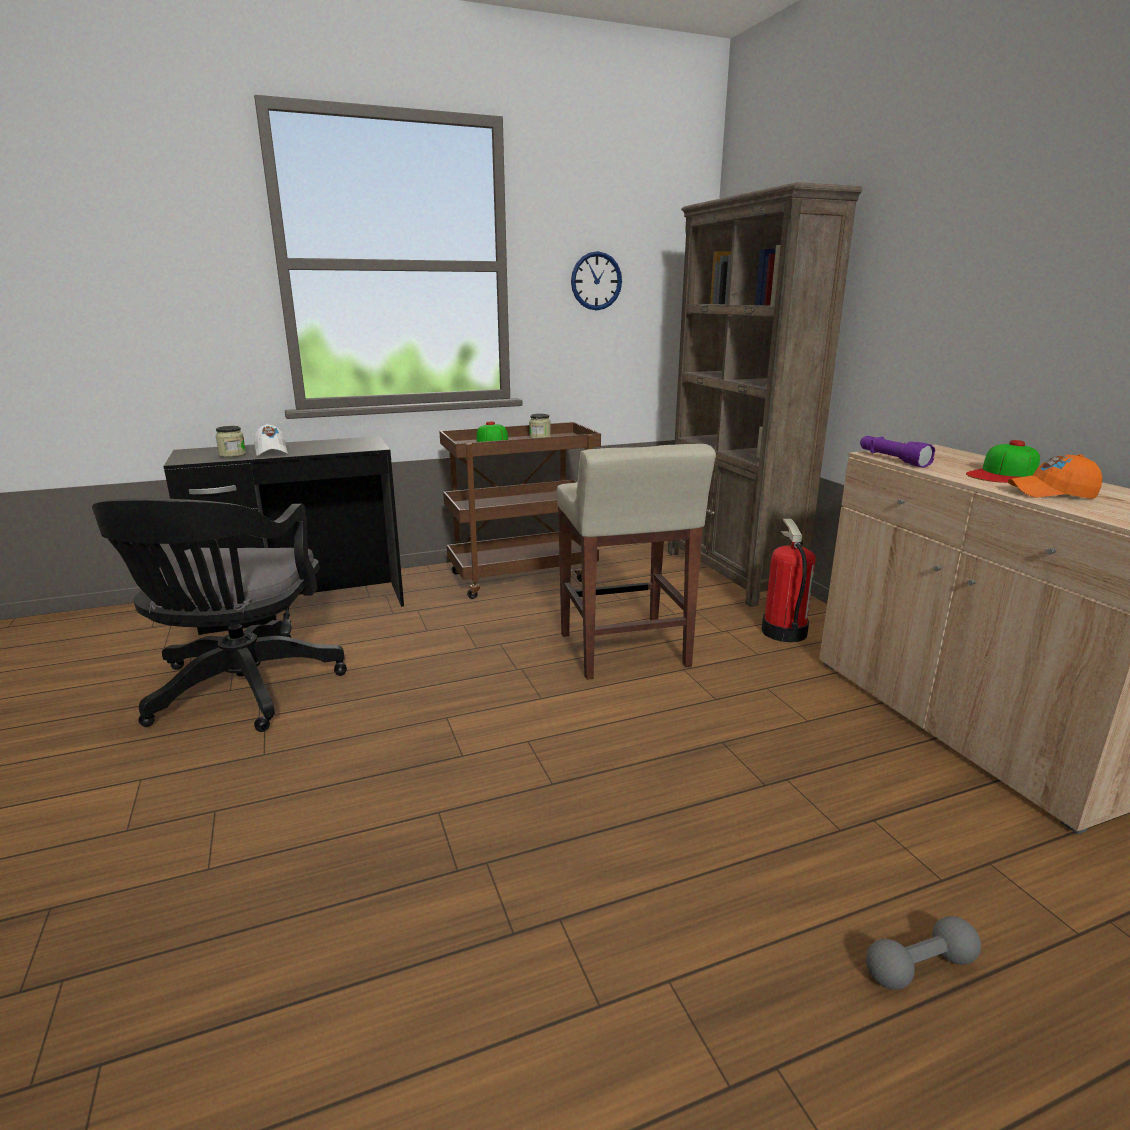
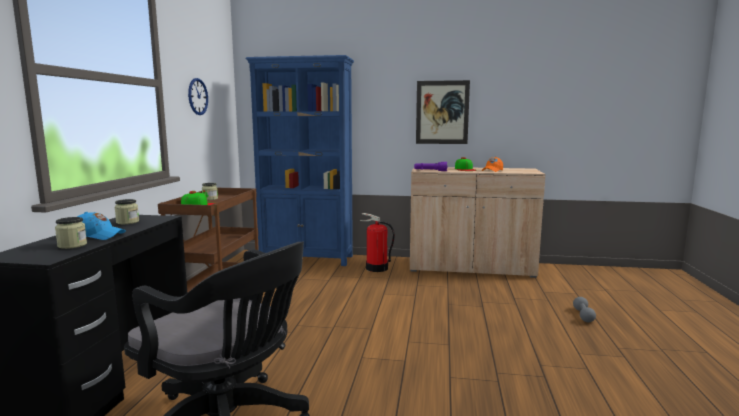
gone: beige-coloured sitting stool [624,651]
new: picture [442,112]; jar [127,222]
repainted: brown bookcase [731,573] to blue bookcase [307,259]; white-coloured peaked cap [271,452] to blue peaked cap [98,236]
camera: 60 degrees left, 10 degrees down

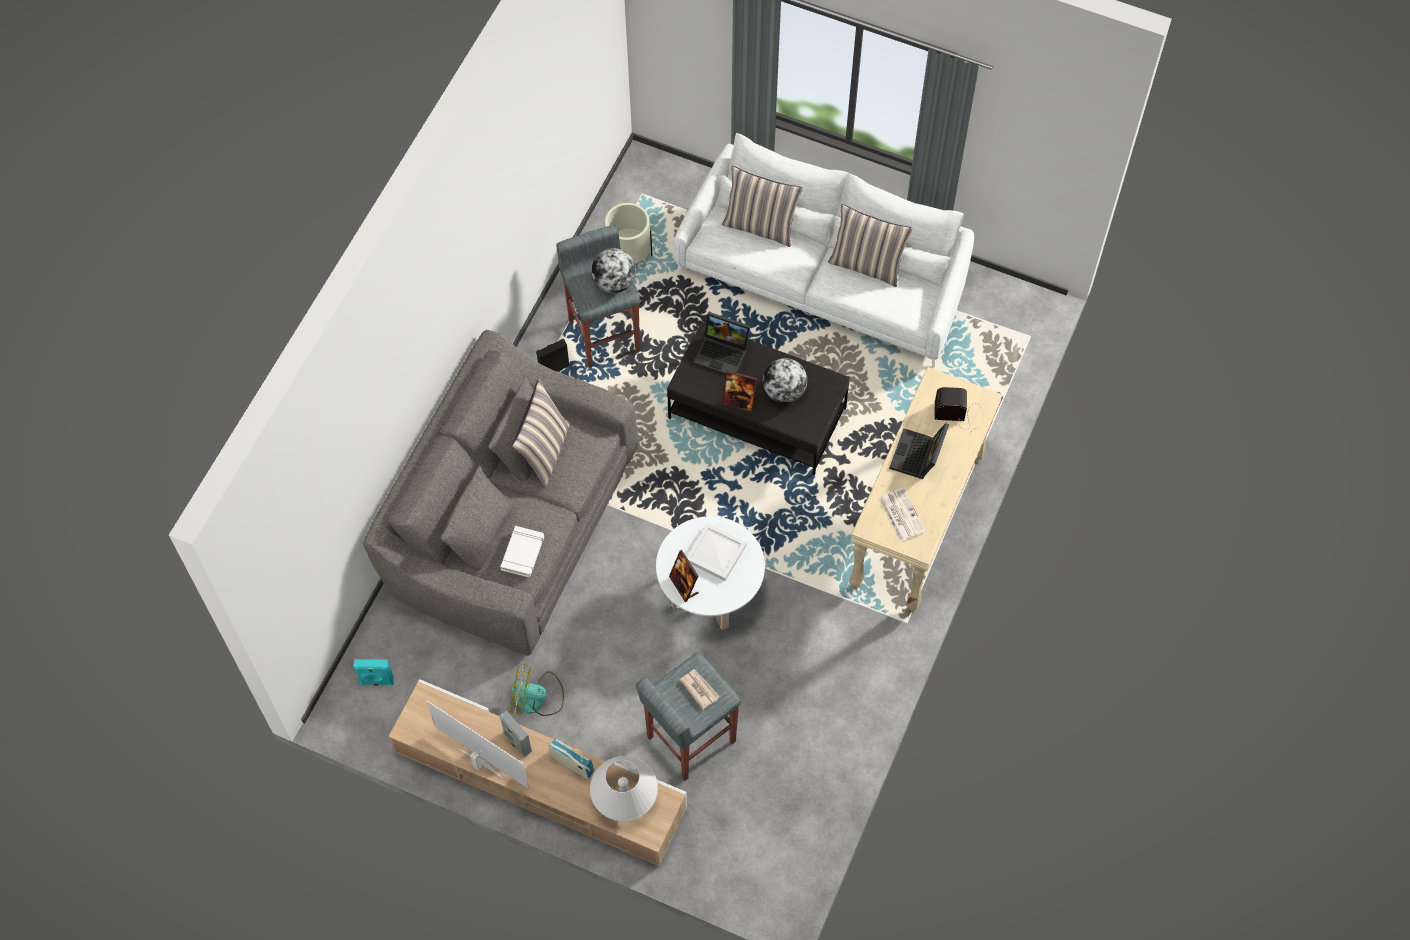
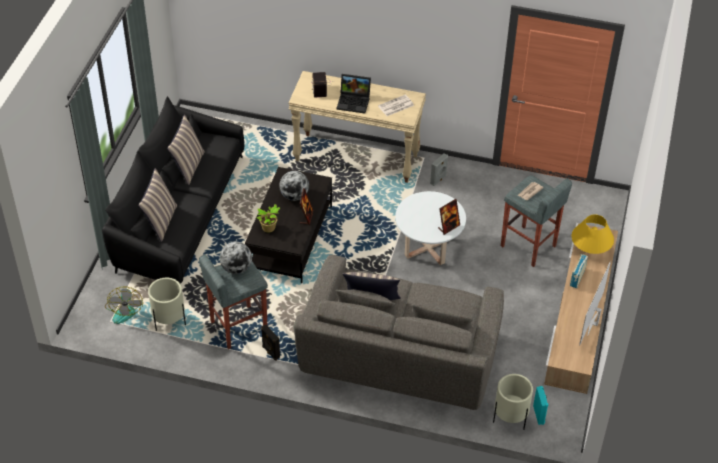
gone: white-coloured tray [717,553]; white-coloured bound book [523,553]
new: beige-coloured planter [510,418]
shifted: fan [536,698] to [124,310]; grey loudspeaker [517,743] to [438,180]
swapped: laptop [723,353] to houseplant [269,228]
repainted: white-coloured settee [823,279] to black-coloured settee [178,215]; white-coloured table lamp [624,797] to yellow table lamp [590,250]
camera: 100 degrees left, 15 degrees down

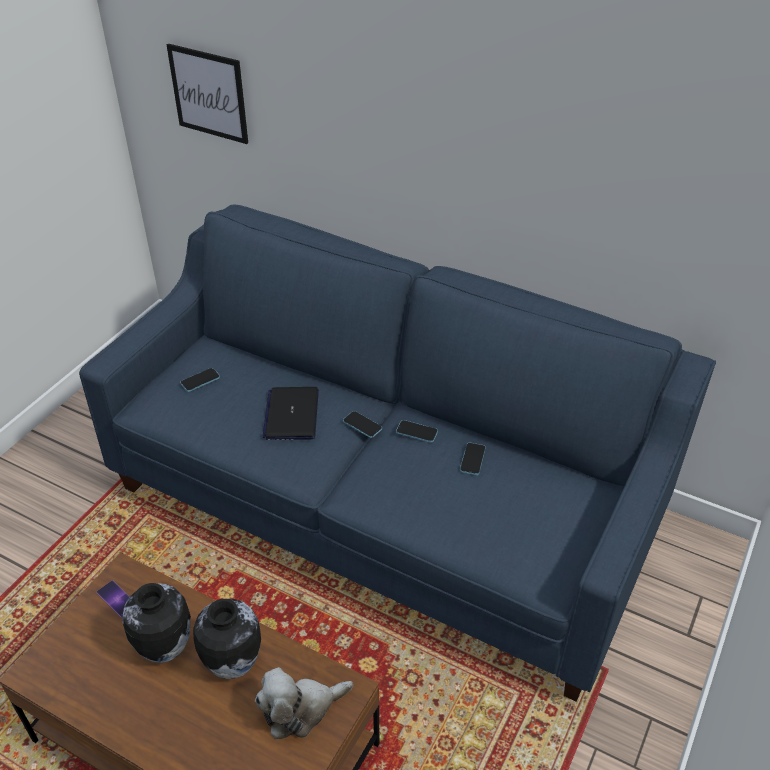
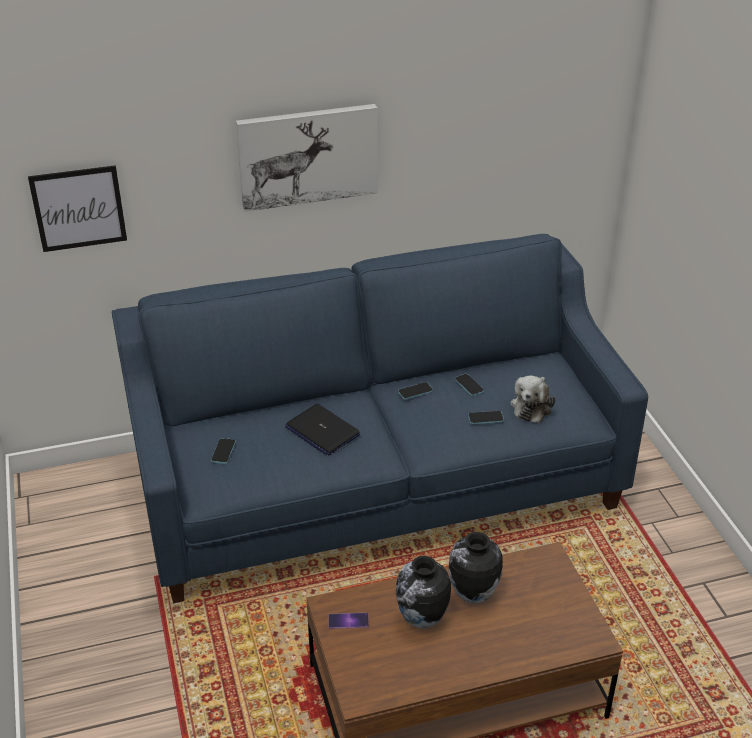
new: picture [307,156]
shifted: handset [362,425] to [485,418]; soft toy [300,709] to [532,406]
camera: 45 degrees left, 5 degrees down

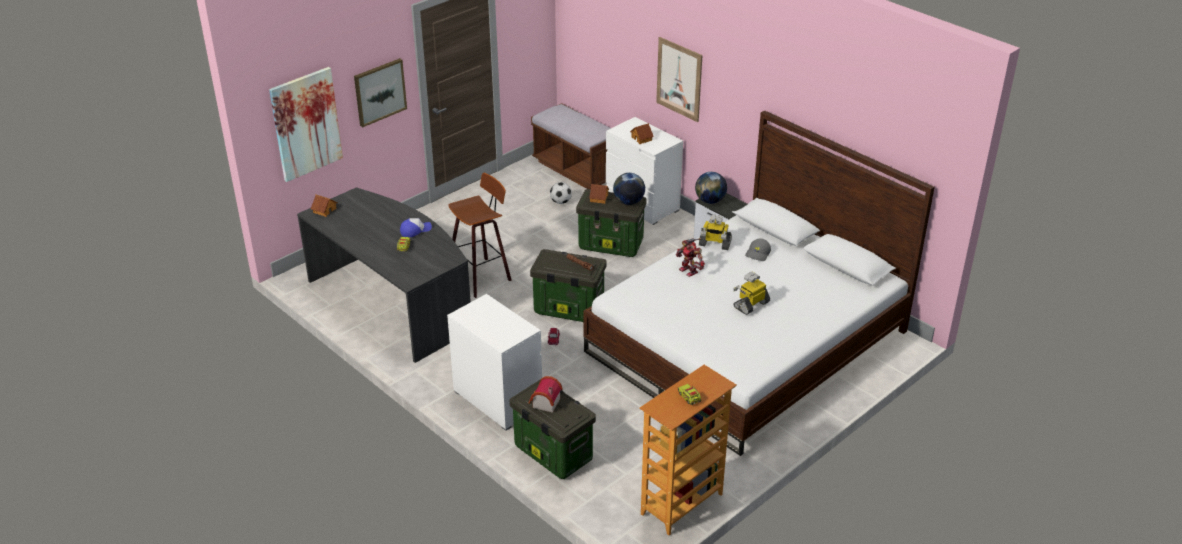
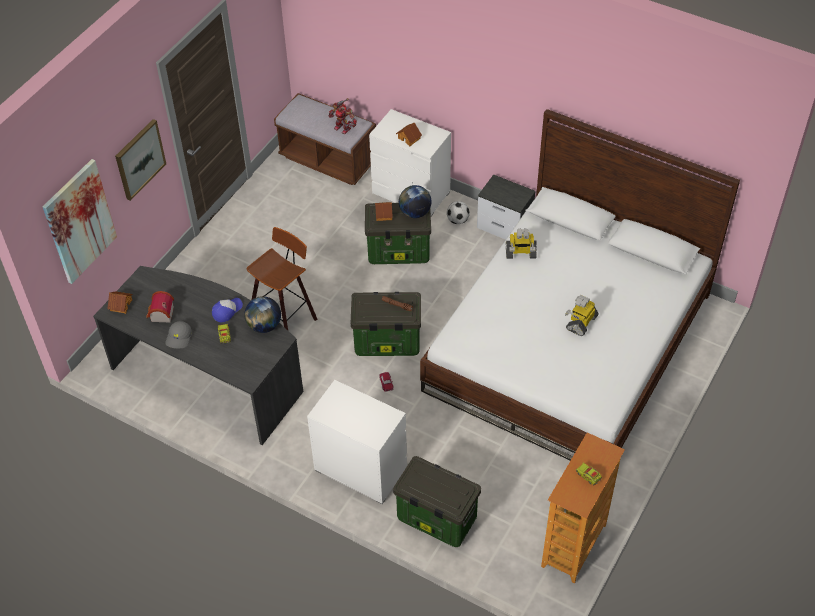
gone: picture [679,79]
shifted: world globe [710,201] to [264,326]; football [561,202] to [458,220]; toy robot [689,270] to [343,127]; grey peaked cap [758,254] to [179,338]; miniature house [544,403] to [160,315]
camera: 15 degrees left, 15 degrees up

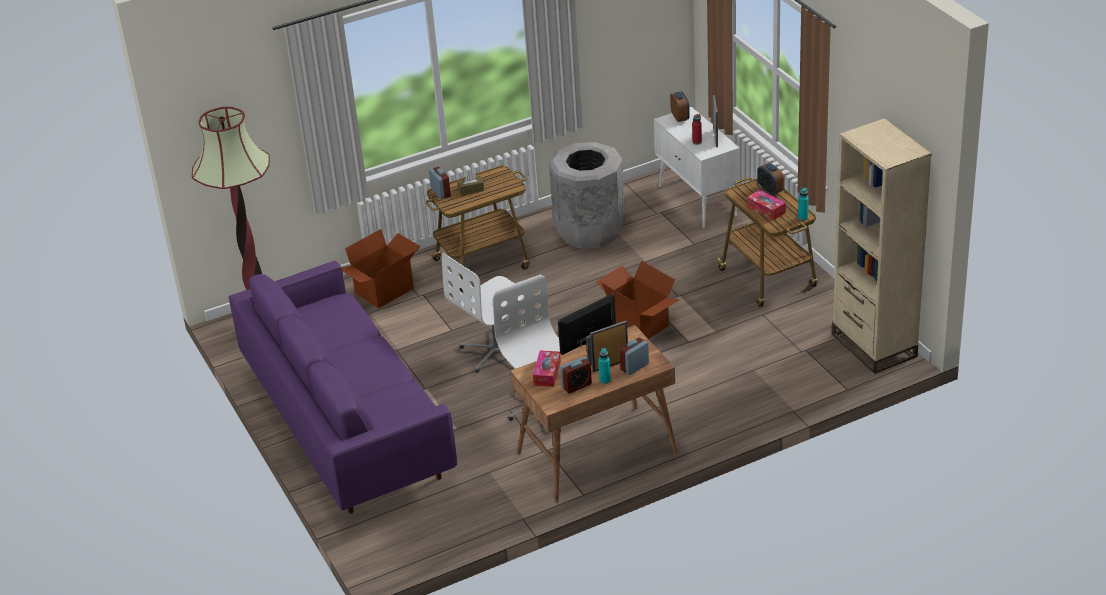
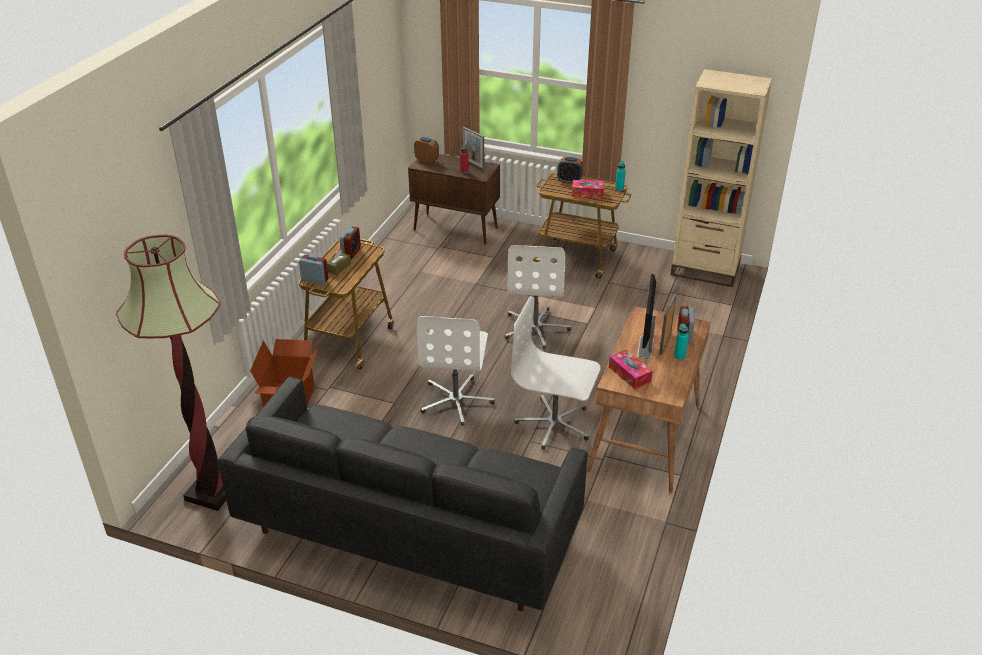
gone: grey trash can [589,231]
shifted: bedside clock [576,386] to [351,252]
swapped: cardboard box [639,324] to white-coloured desk chair [536,328]
repainted: white-coloured storage cabinet [698,201] to brown storage cabinet [456,229]; purple settee [348,424] to black-coloured settee [409,531]
camera: 45 degrees left, 0 degrees up

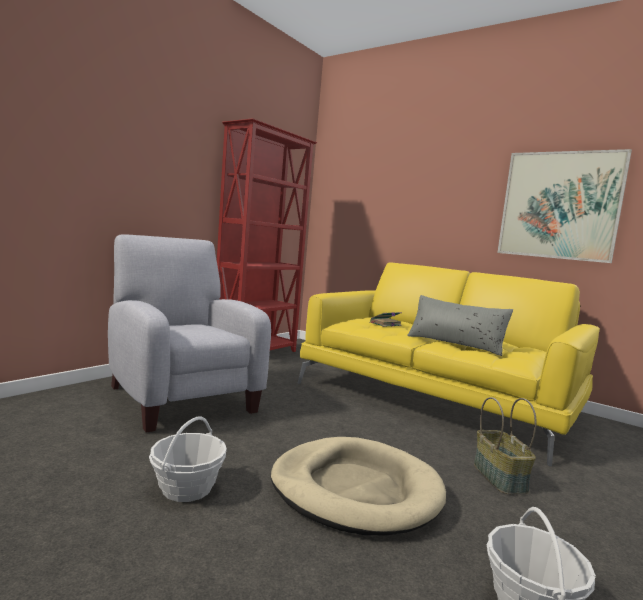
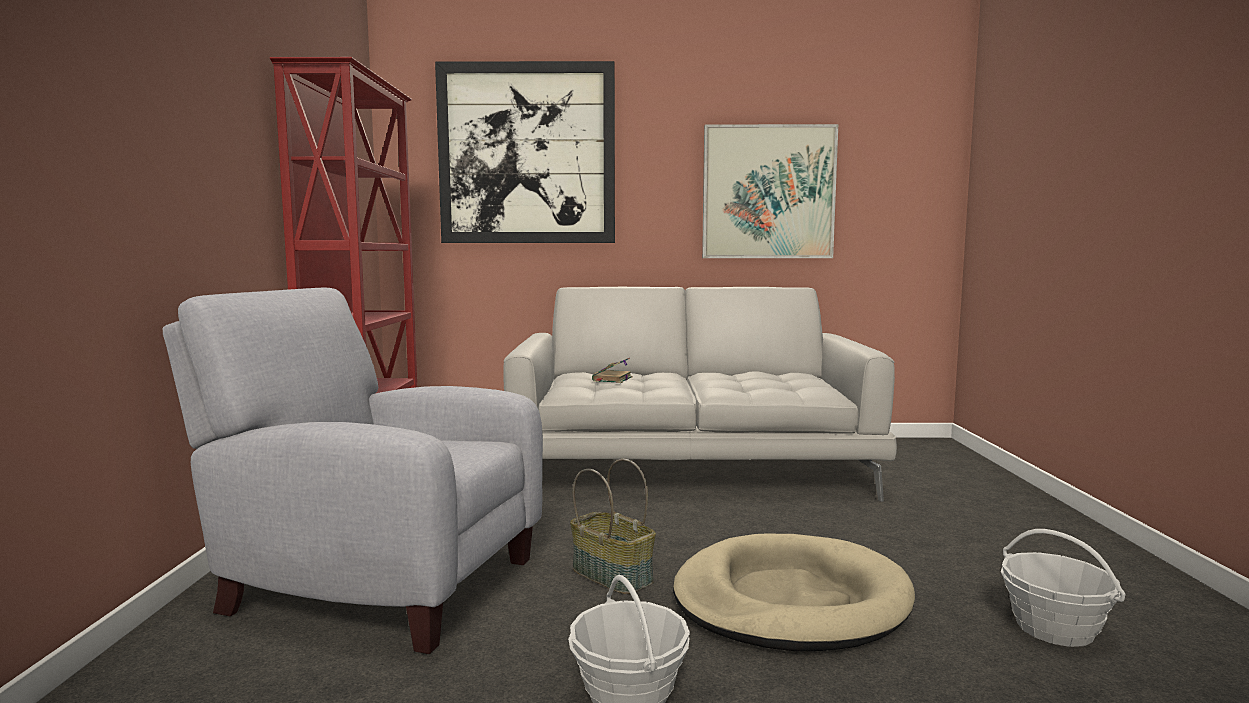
gone: grey pillow [455,343]
new: picture [527,154]
shifted: basket [500,478] to [613,575]
repainted: yellow settee [438,399] to grey settee [689,466]
camera: 35 degrees left, 0 degrees up

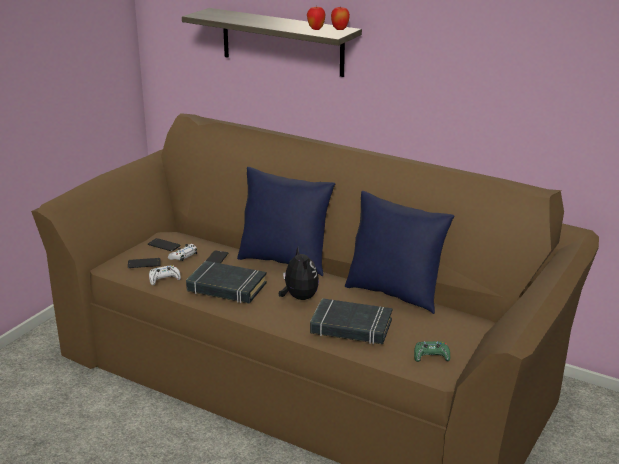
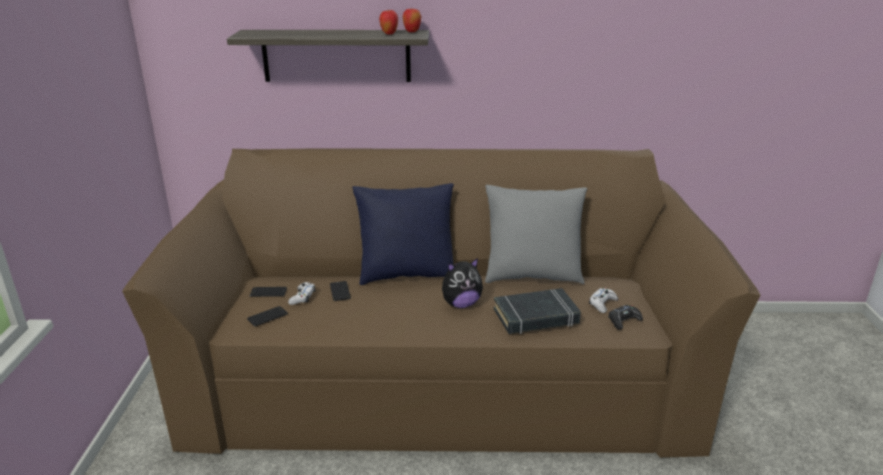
gone: black-coloured bound book [226,287]
shifted: white-coloured joypad [164,279] to [602,304]
repainted: blue pillow [394,293] to grey pillow [532,276]; green joypad [431,356] to black-coloured joypad [624,321]
rotated: soft toy [299,297] = [461,304] 120 degrees clockwise
camera: 30 degrees left, 0 degrees up

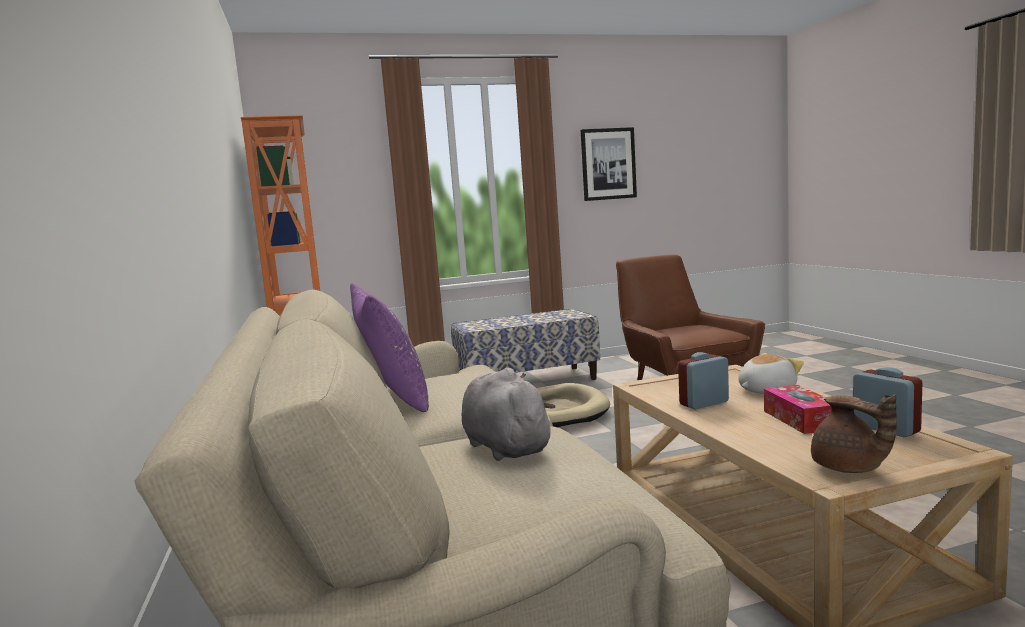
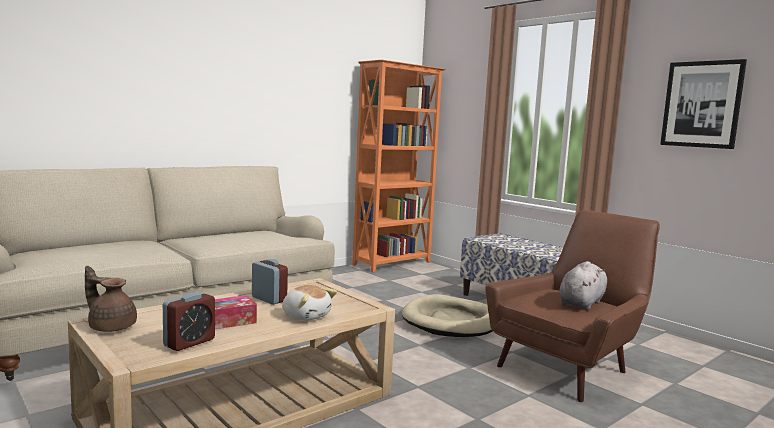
gone: purple pillow [393,398]
shifted: grey soft toy [504,446] to [582,303]
rotated: brown tea pot [848,468] = [111,327] 75 degrees clockwise
camera: 65 degrees right, 0 degrees up

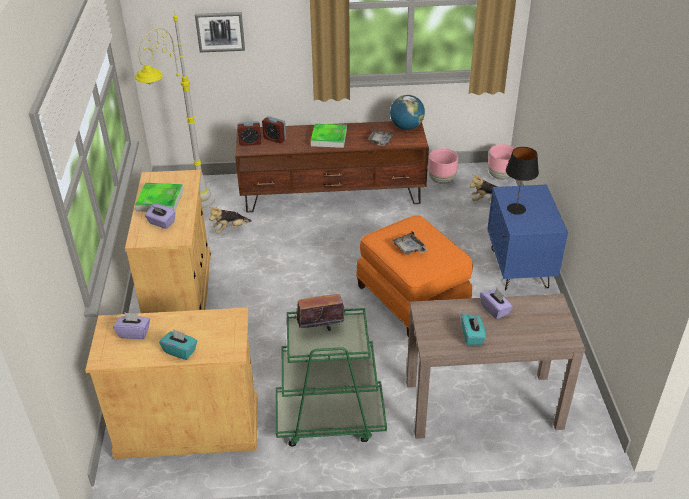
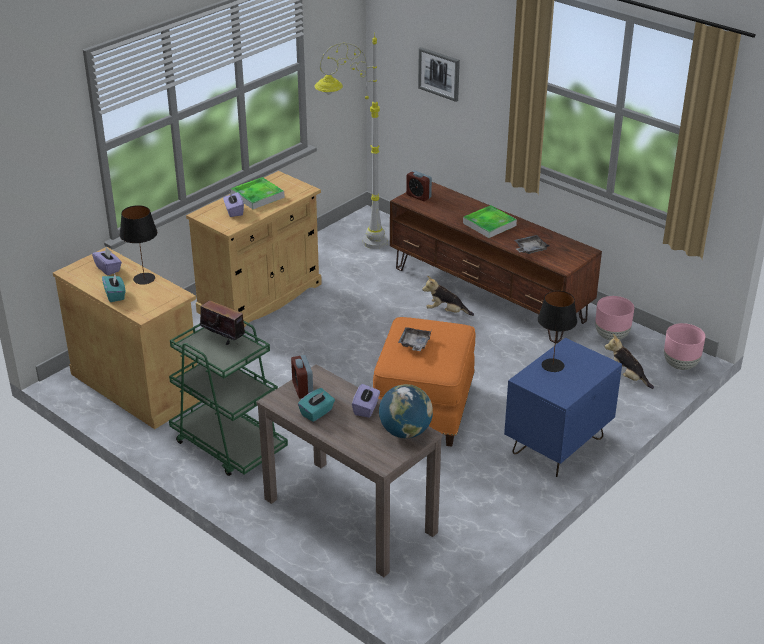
new: black-coloured table lamp [144,278]
shifted: world globe [406,127] to [405,432]; bedside clock [274,139] to [302,389]; soft toy [230,229] to [446,312]
camera: 45 degrees right, 5 degrees down

